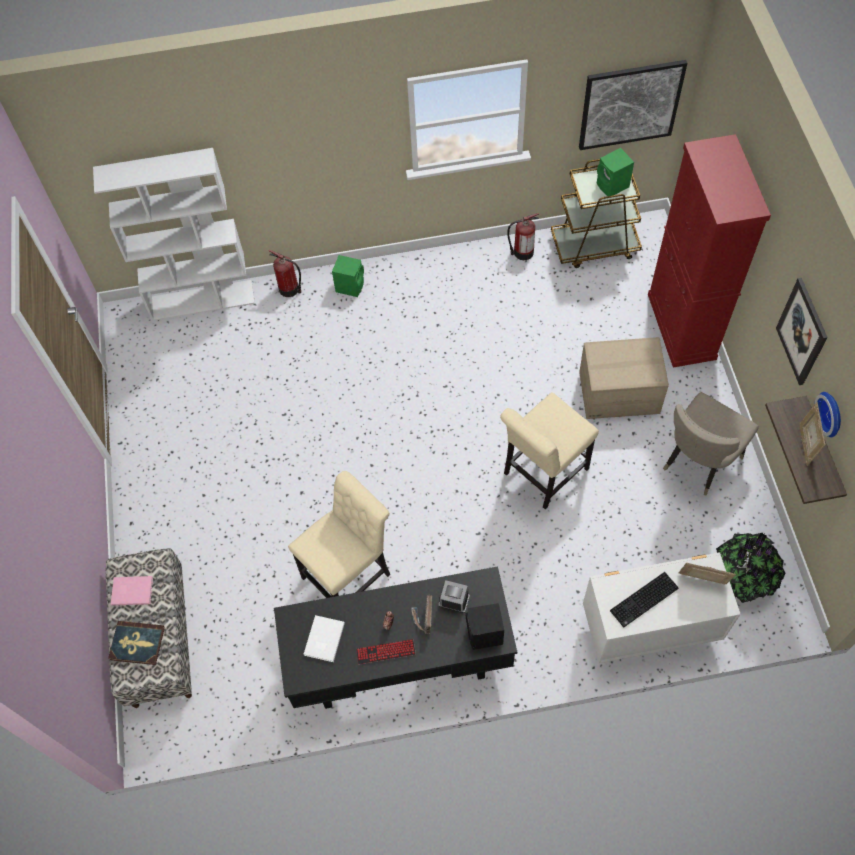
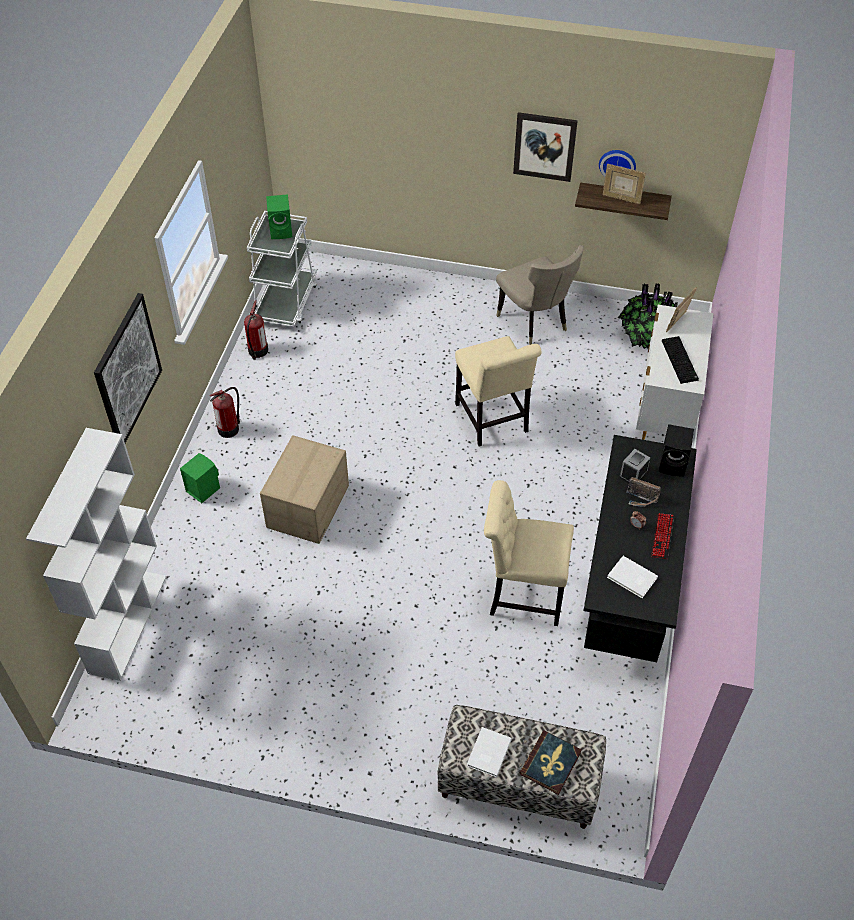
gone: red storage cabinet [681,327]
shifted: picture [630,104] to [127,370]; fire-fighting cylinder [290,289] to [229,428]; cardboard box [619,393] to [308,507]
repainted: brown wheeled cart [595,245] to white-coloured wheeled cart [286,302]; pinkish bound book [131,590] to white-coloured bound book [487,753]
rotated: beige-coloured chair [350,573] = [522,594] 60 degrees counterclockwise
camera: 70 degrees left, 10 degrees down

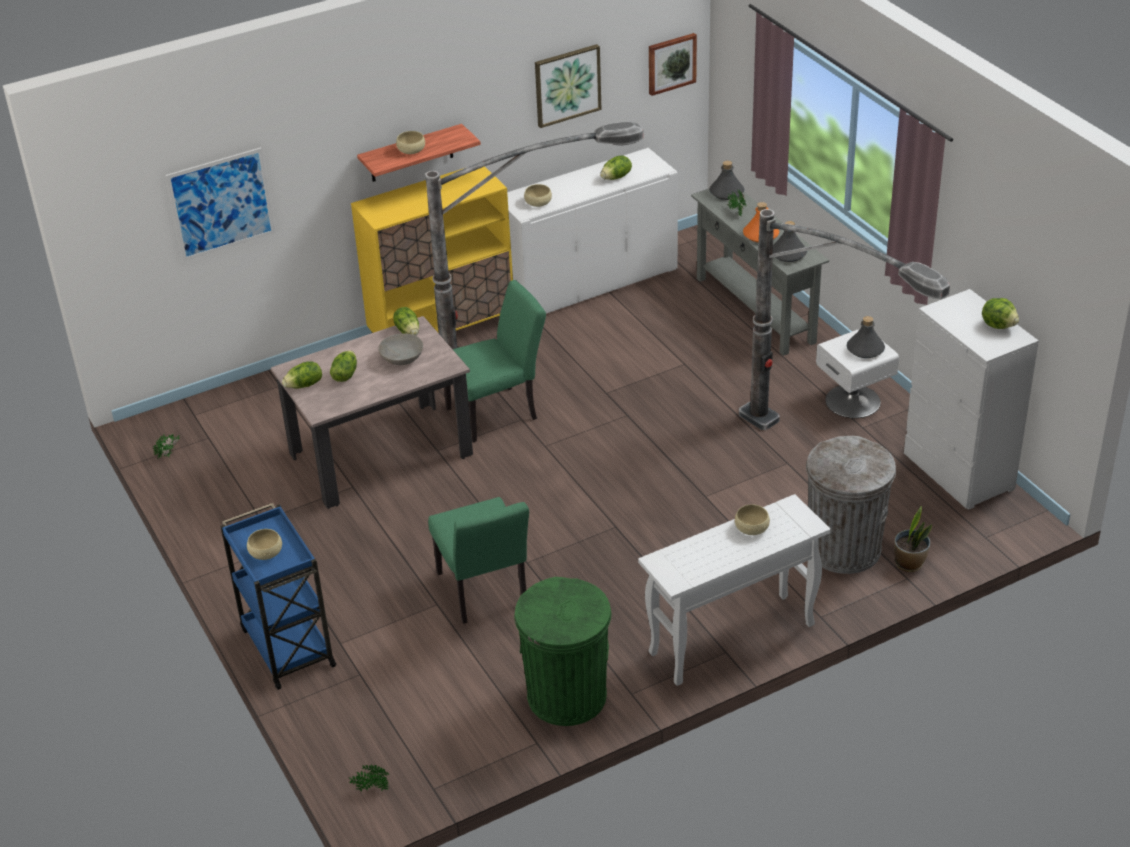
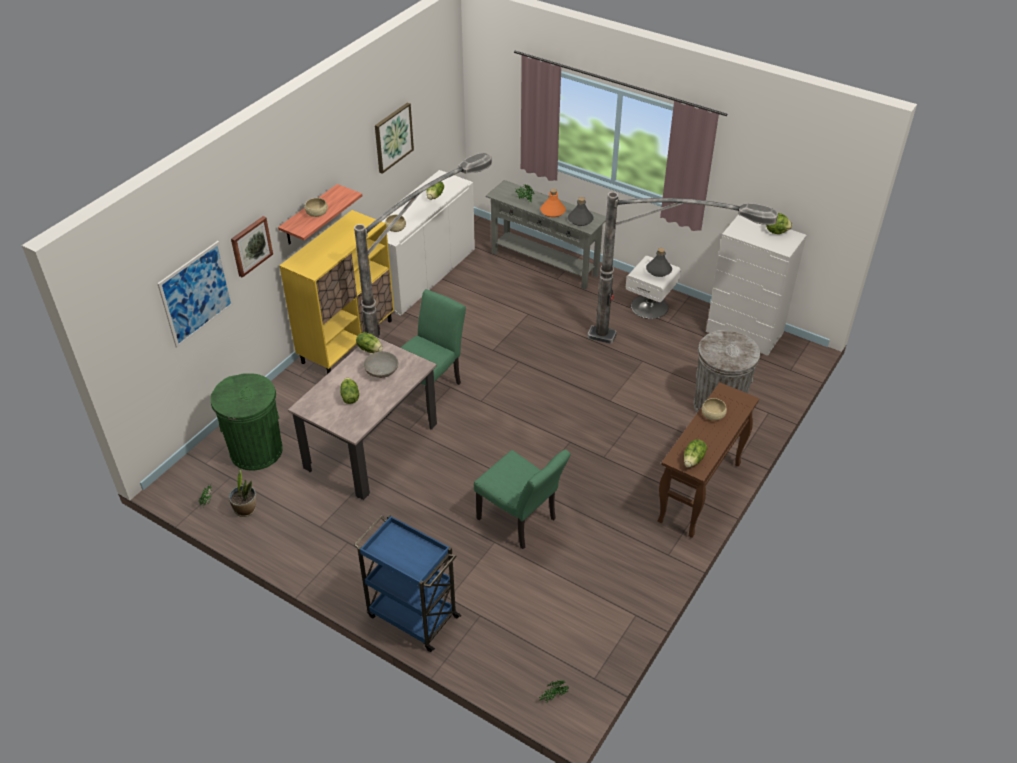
gone: grey drink bottle [726,192]; beige-coloured deep dish [265,552]
shifted: picture [671,63] to [250,246]; lettuce head [304,385] to [693,460]; houseplant [909,563] to [245,509]; green trash can [567,696] to [256,451]
repainted: white-coloured console table [731,640] to brown console table [699,493]
camera: 30 degrees left, 5 degrees up

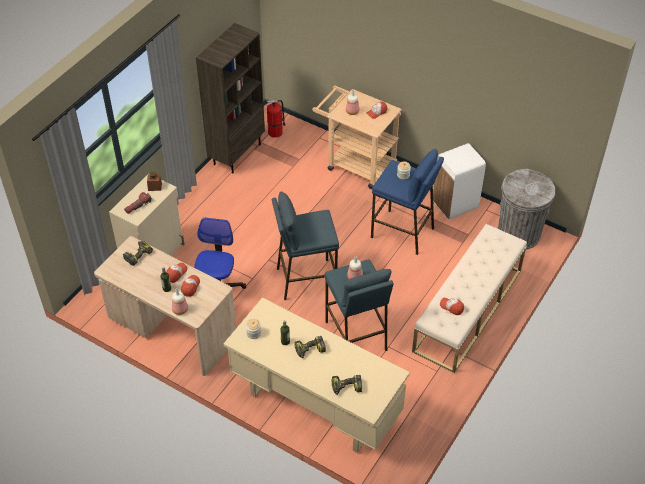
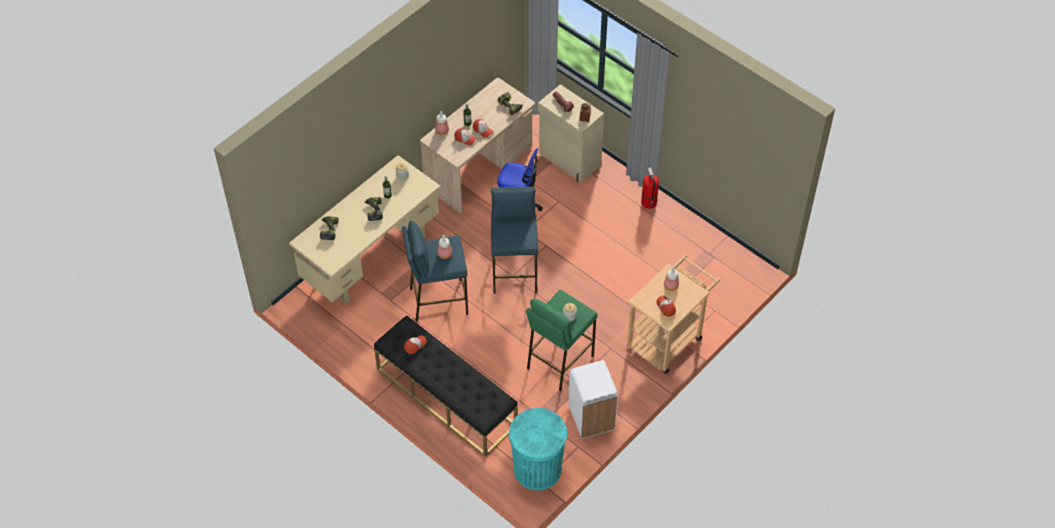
gone: brown bookcase [237,154]
shifted: fire-fighting cylinder [276,132] to [649,203]
repainted: blue sitting stool [403,233] to green sitting stool [559,362]; grey trash can [519,233] to turquoise trash can [537,469]; beige-coloured bench [468,310] to black-coloured bench [446,397]
camera: 100 degrees right, 5 degrees up

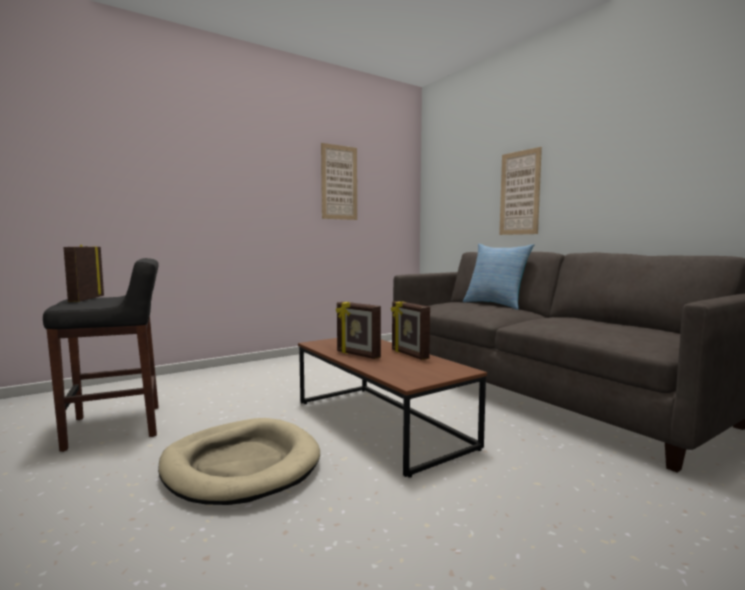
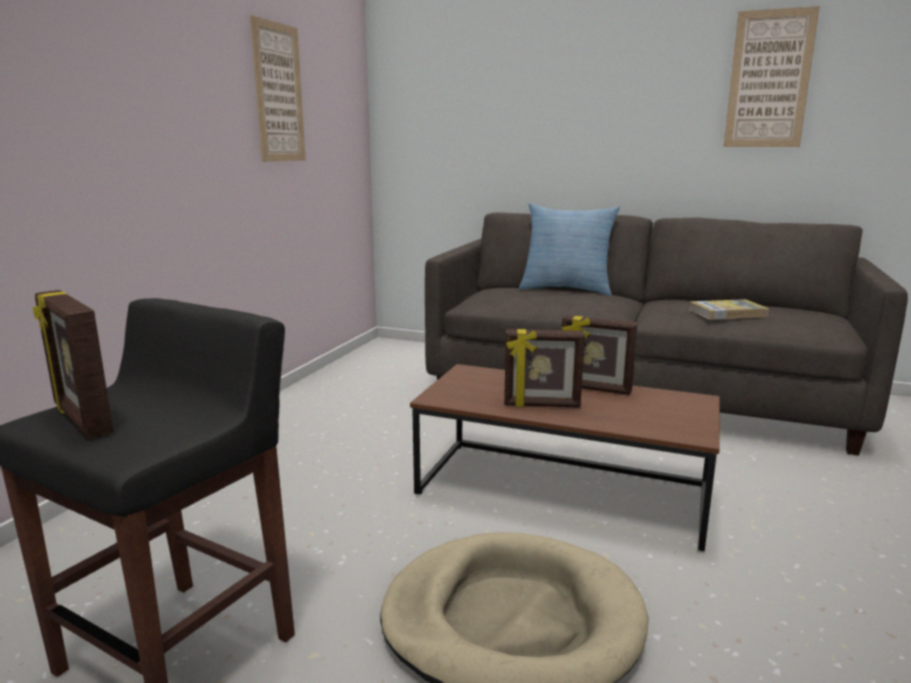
new: bound book [727,313]
shifted: picture [519,193] to [769,79]
camera: 35 degrees left, 10 degrees up

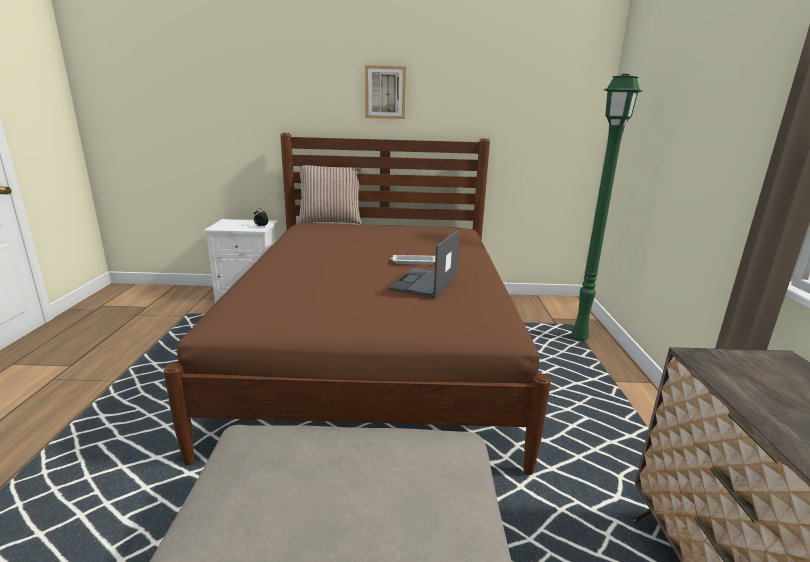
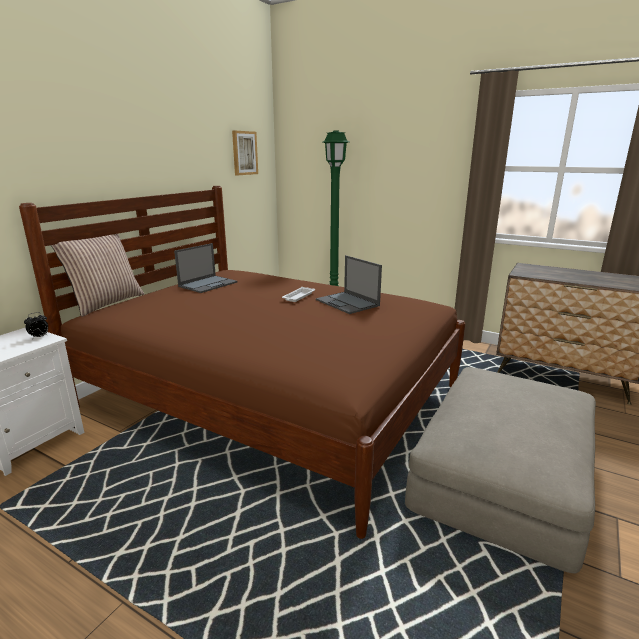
new: laptop [208,284]
shifted: picture [385,92] to [244,153]
camera: 60 degrees left, 0 degrees up

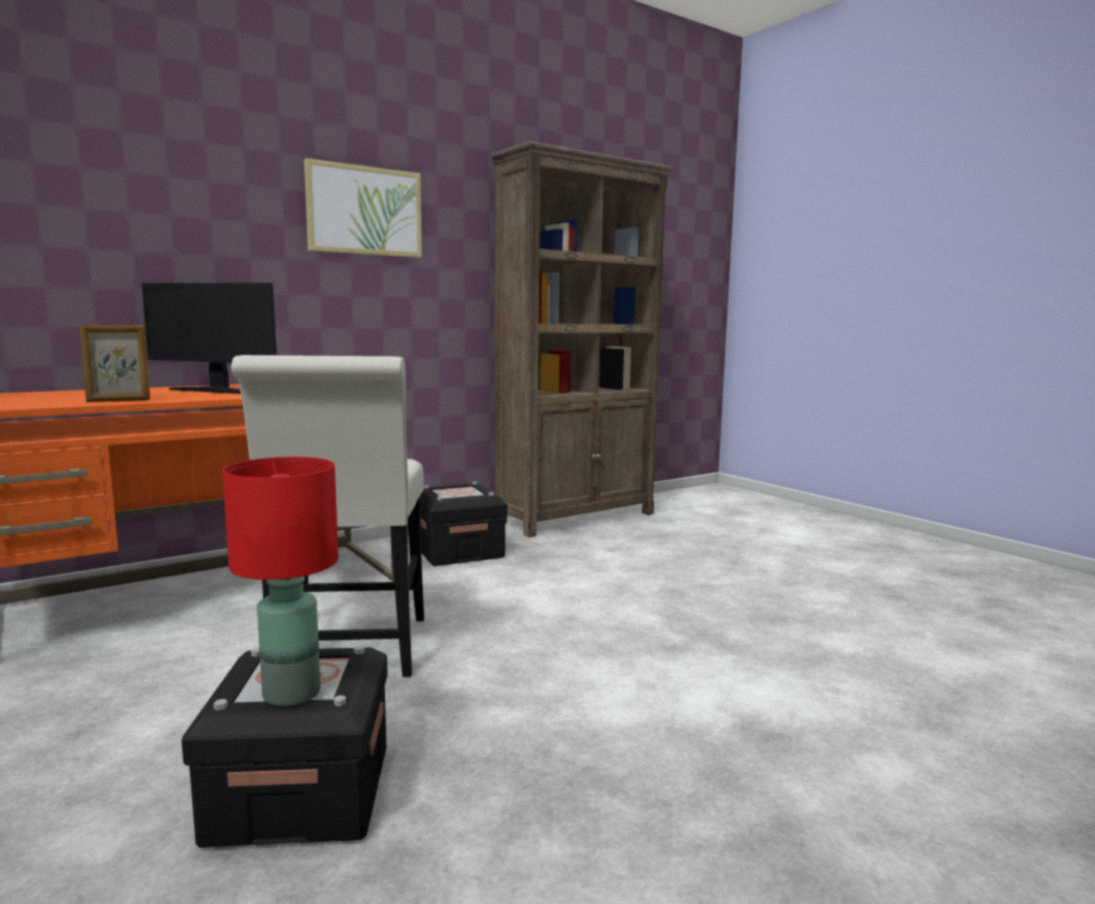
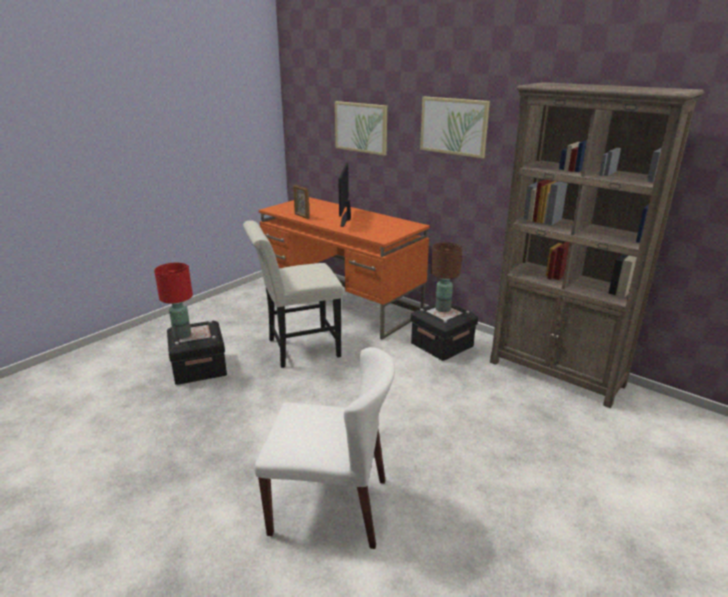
new: picture [361,127]; brown table lamp [442,309]; white-coloured chair [330,506]
camera: 75 degrees right, 15 degrees up

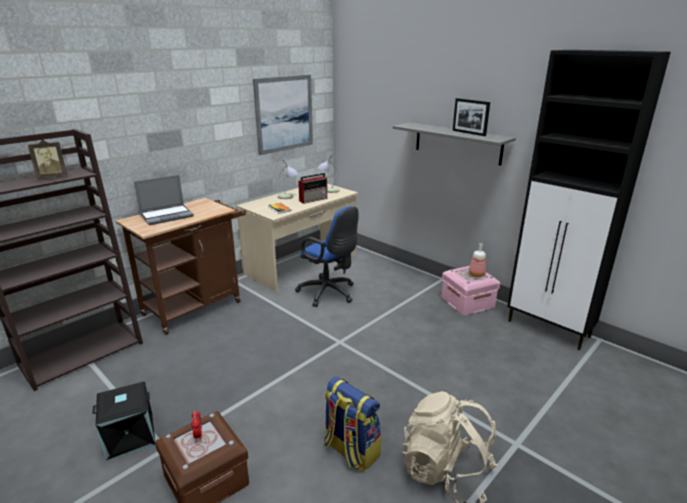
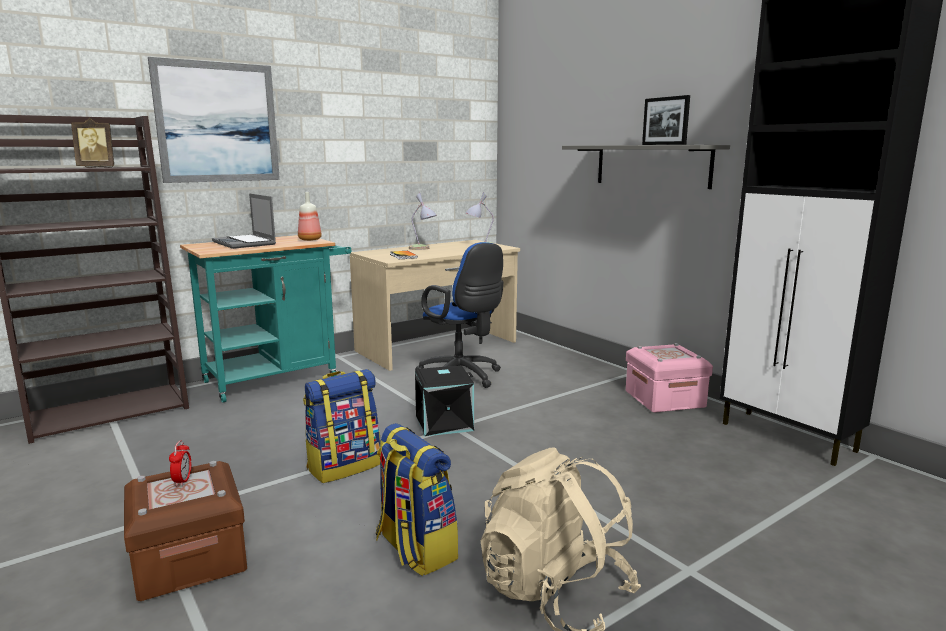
gone: radio receiver [314,199]
new: rucksack [344,466]
shifted: picture [284,114] to [217,122]; drink bottle [476,274] to [309,239]; black-coloured storage bin [130,435] to [444,422]
repainted: brown wheeled cart [197,306] to turquoise wheeled cart [279,377]
rotated: laptop [167,215] = [245,243] 75 degrees clockwise
camera: 10 degrees right, 10 degrees down

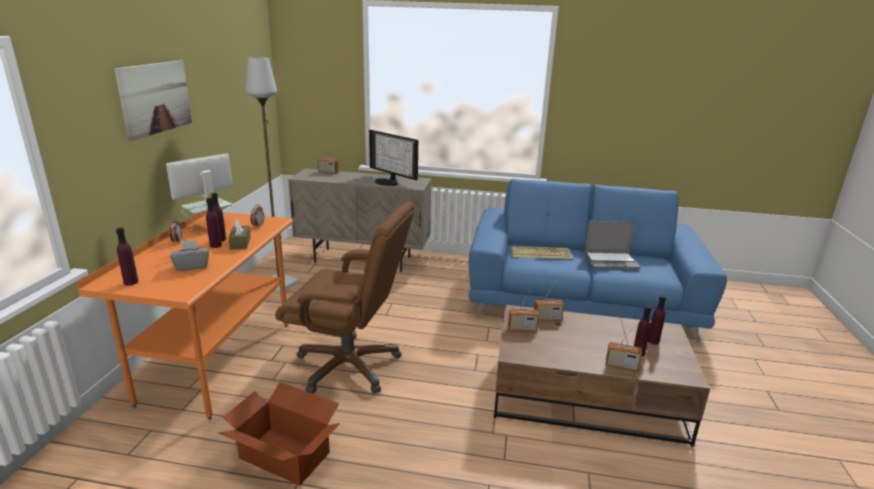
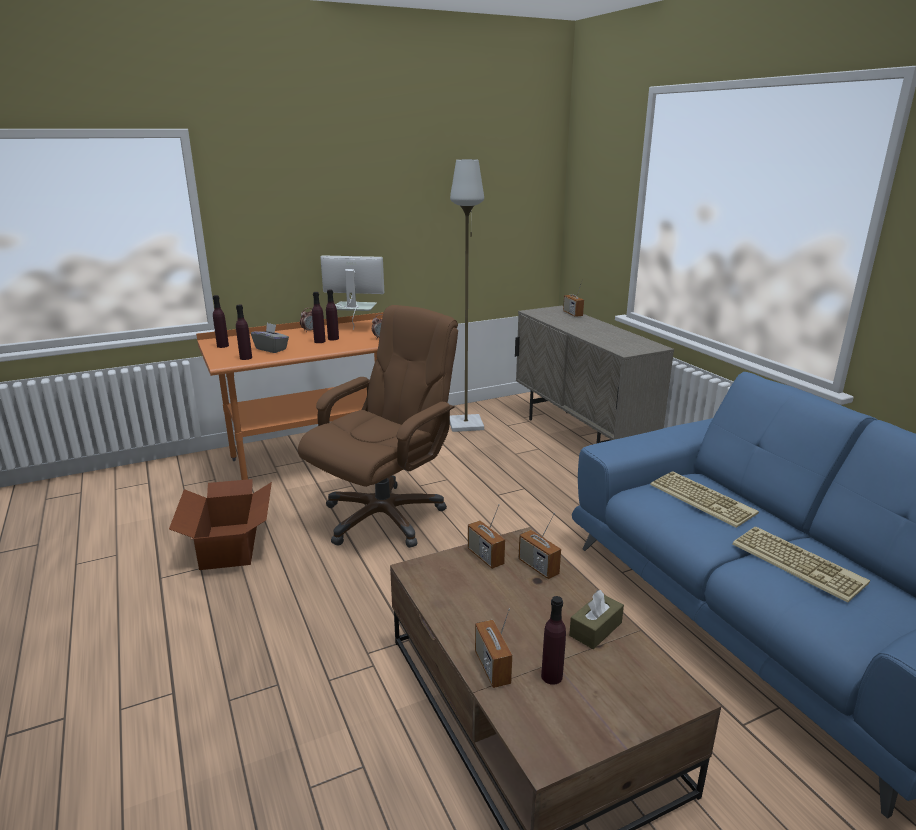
gone: picture [155,98]; computer screen [388,182]
shifted: brown tissue box [240,243] to [595,629]; purple drink bottle [653,341] to [246,358]
swapped: laptop [611,261] to PC keyboard [799,563]
rotated: brown desk chair [349,365] = [384,516] 120 degrees counterclockwise
camera: 55 degrees right, 0 degrees up

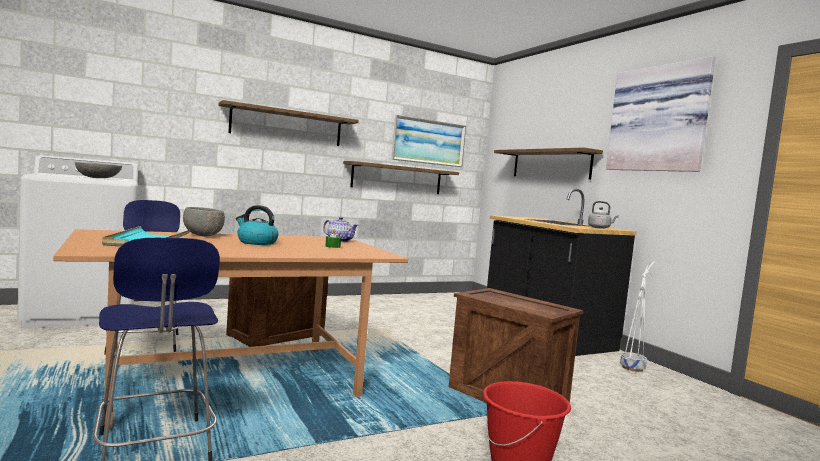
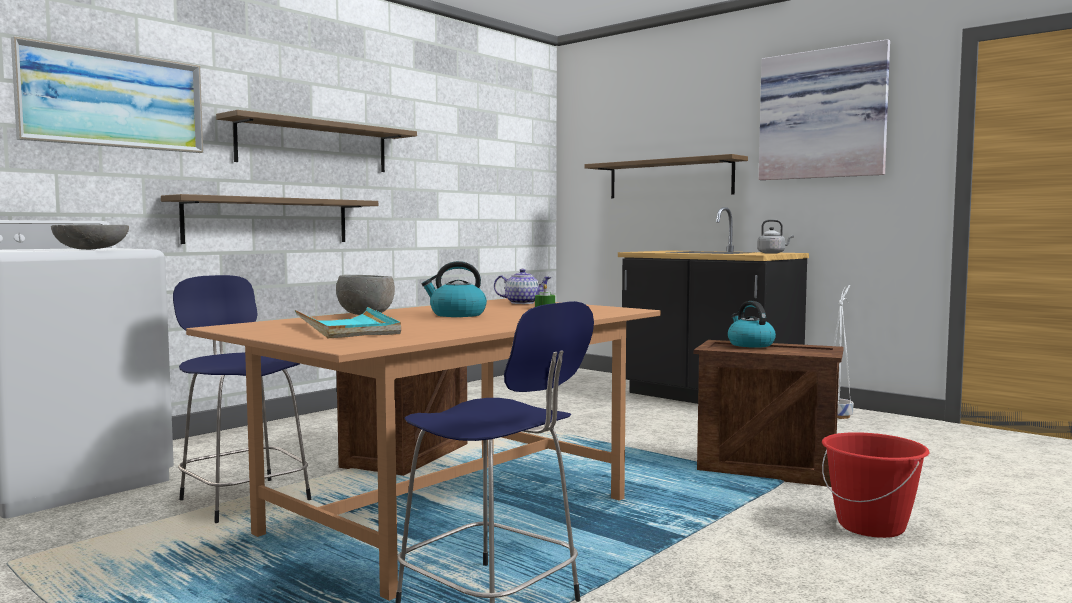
new: kettle [750,344]
shifted: picture [428,142] to [113,100]; wall shelf [397,178] to [268,220]
camera: 20 degrees left, 0 degrees up

